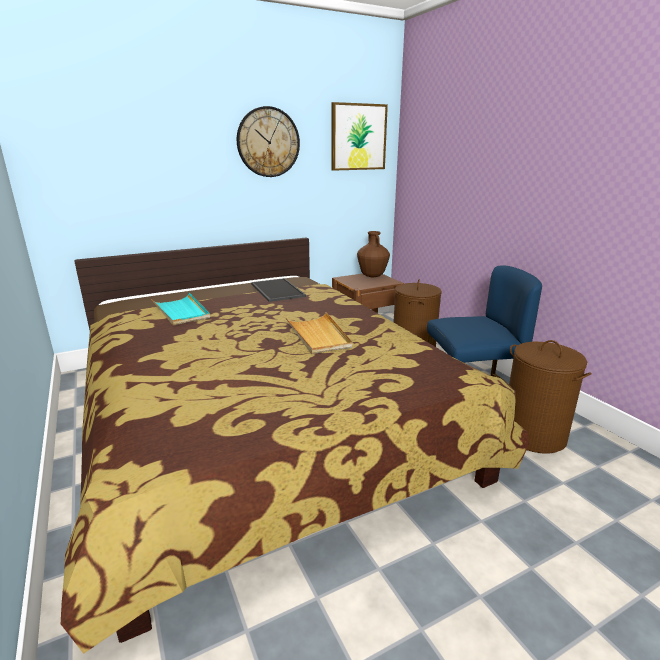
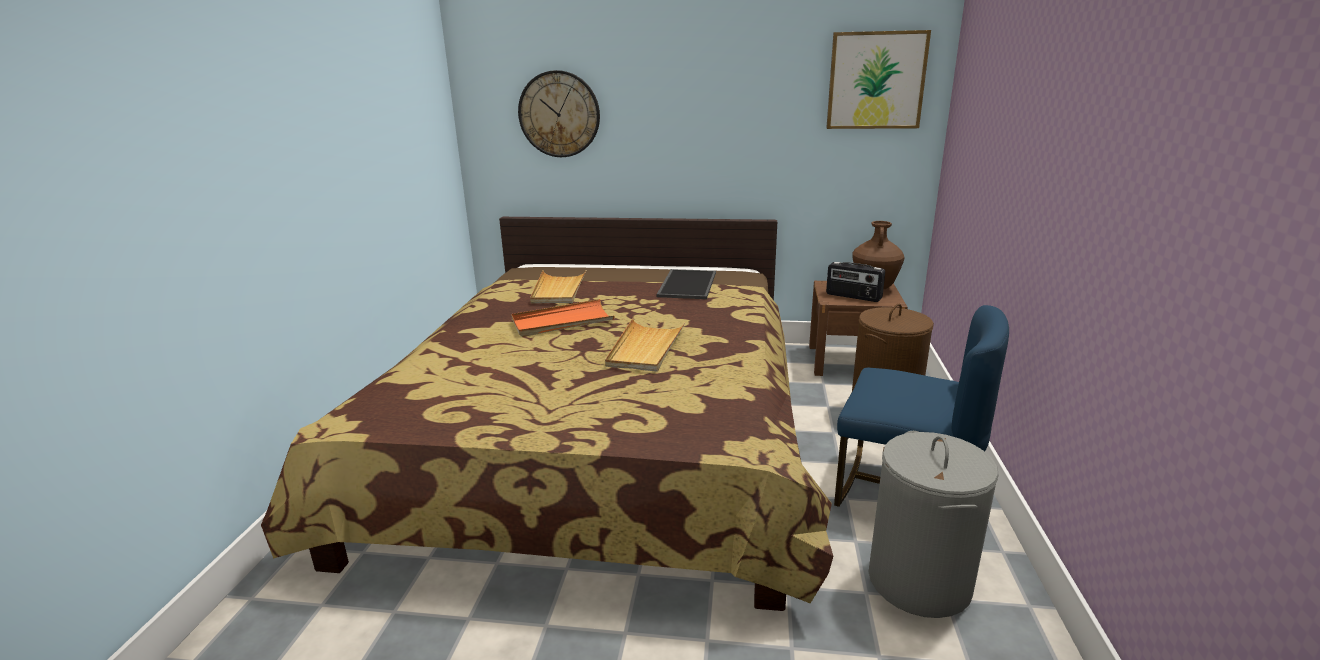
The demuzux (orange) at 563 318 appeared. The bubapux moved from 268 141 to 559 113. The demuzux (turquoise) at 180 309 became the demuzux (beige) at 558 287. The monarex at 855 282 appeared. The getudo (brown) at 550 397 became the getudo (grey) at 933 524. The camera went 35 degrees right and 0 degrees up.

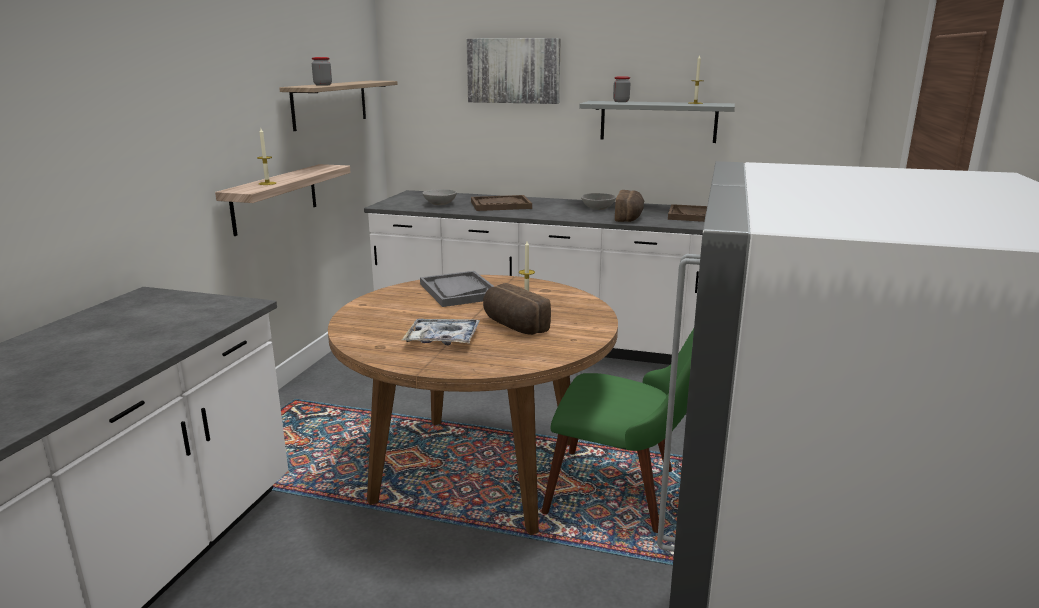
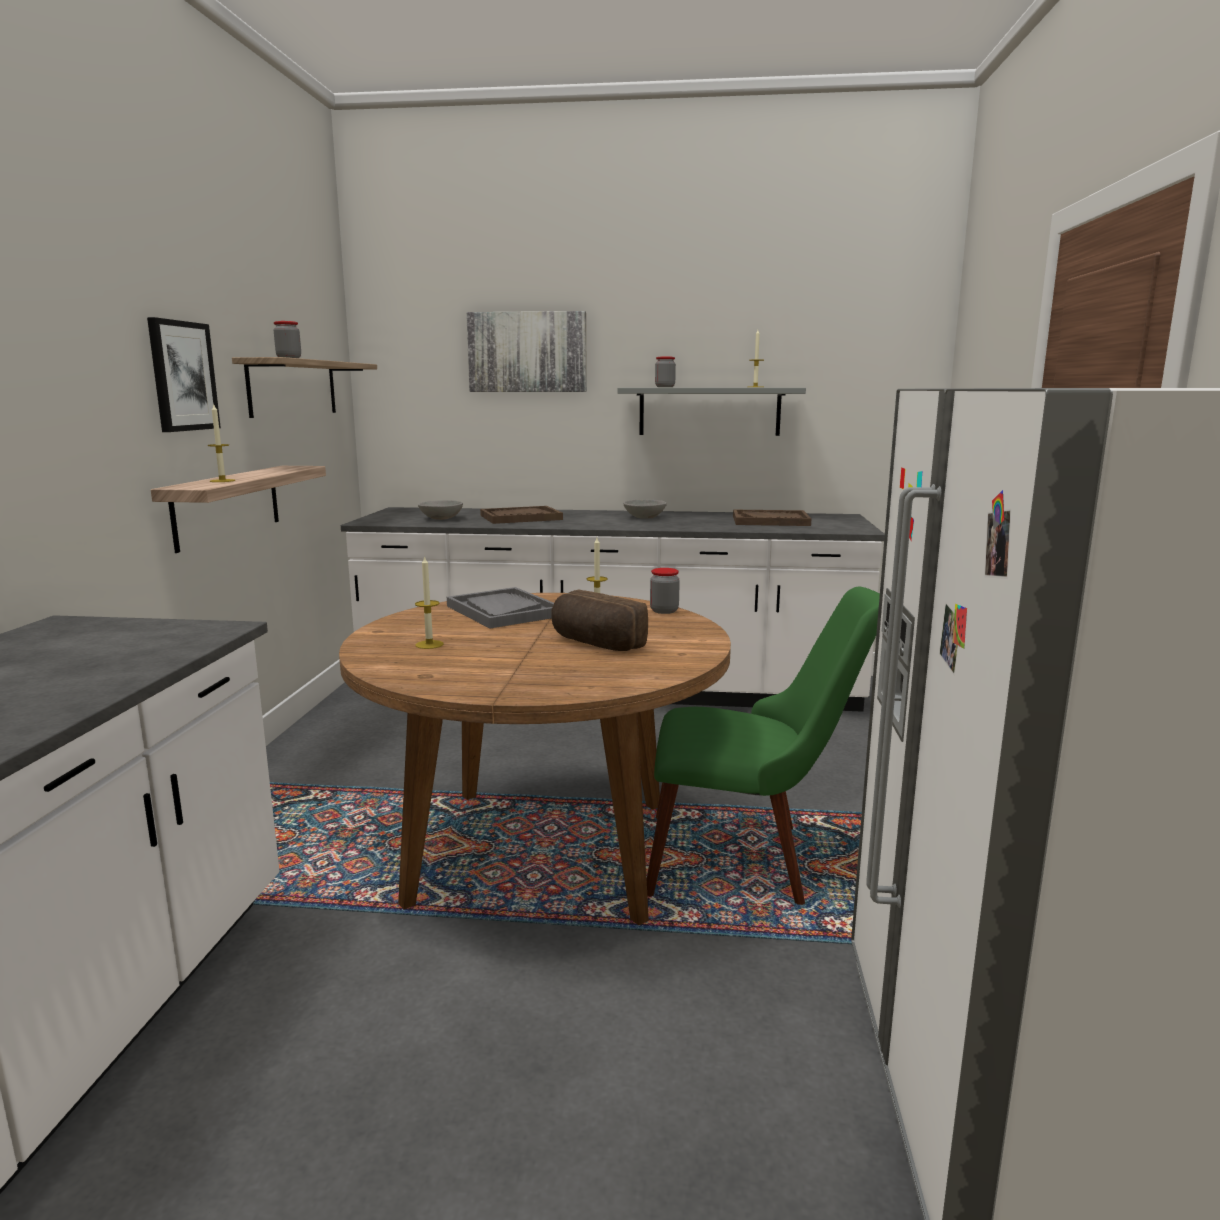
The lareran at 184 374 appeared. The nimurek at 429 602 appeared. The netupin at 665 591 appeared. The demuzux at 441 332 disappeared. The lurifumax at 629 206 disappeared. The camera went 10 degrees left and 5 degrees down.

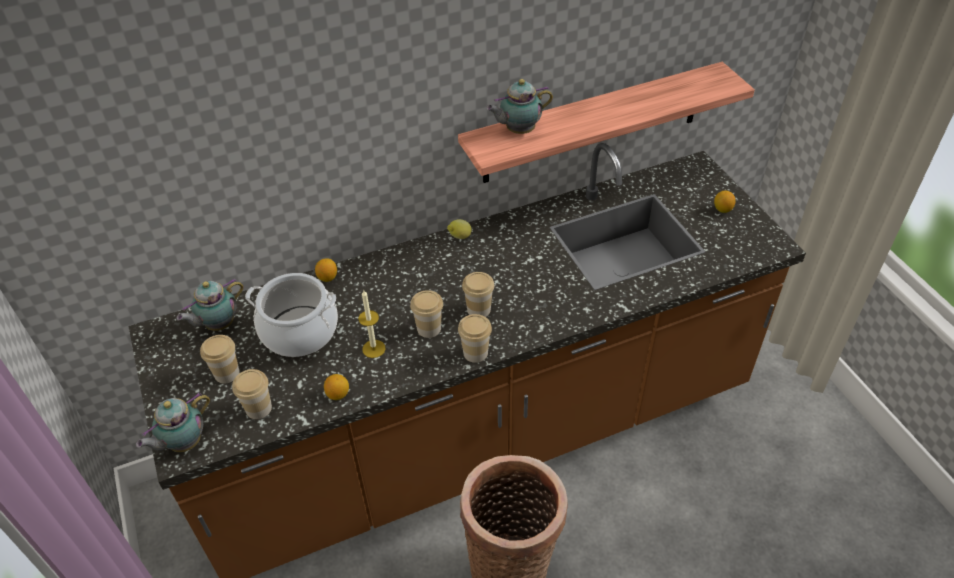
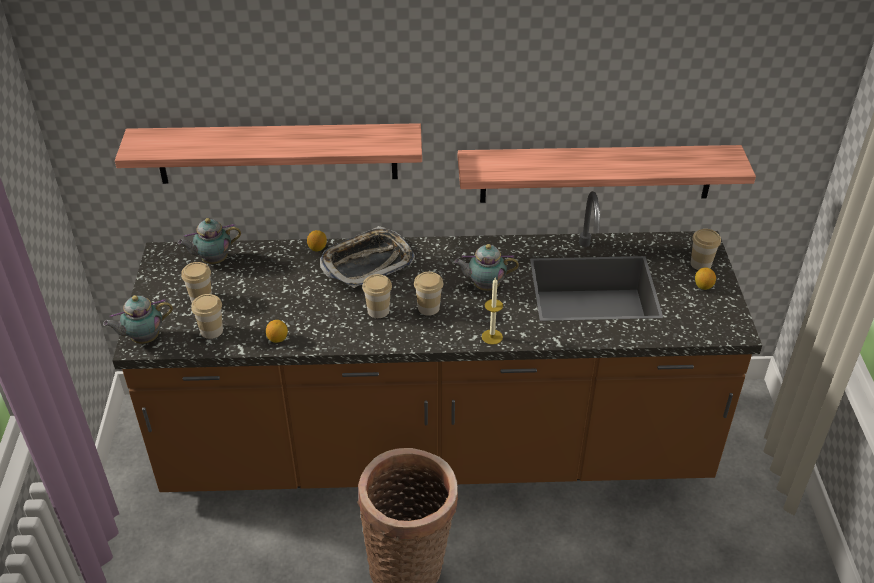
The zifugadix at 268 153 appeared. The demuzux at 367 257 appeared. The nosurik moved from 519 106 to 486 267. The nimurek moved from 371 324 to 492 311. The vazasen moved from 475 338 to 706 249. The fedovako at 291 315 disappeared. The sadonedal at 459 229 disappeared. The camera went 20 degrees right and 5 degrees down.

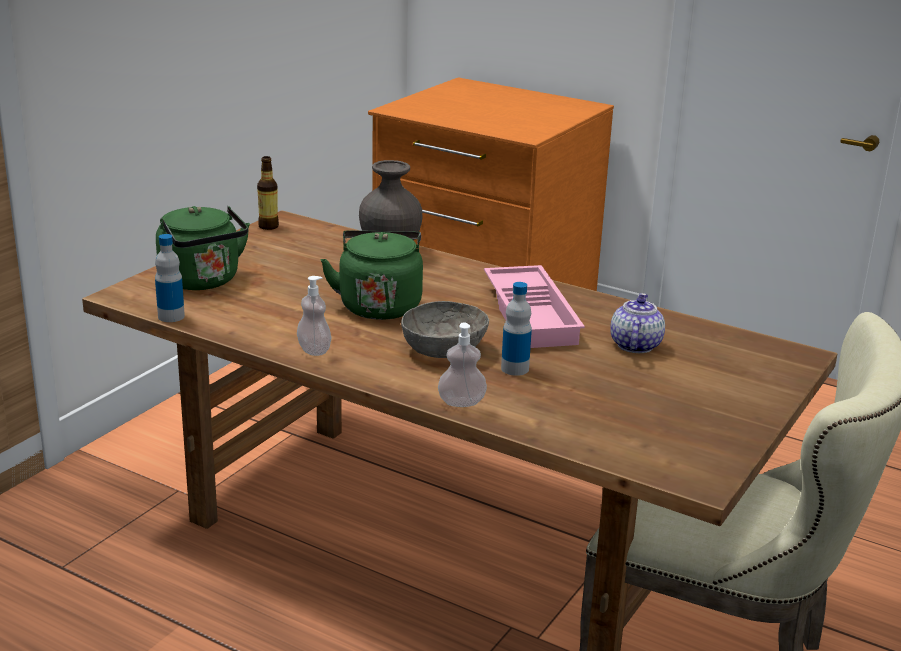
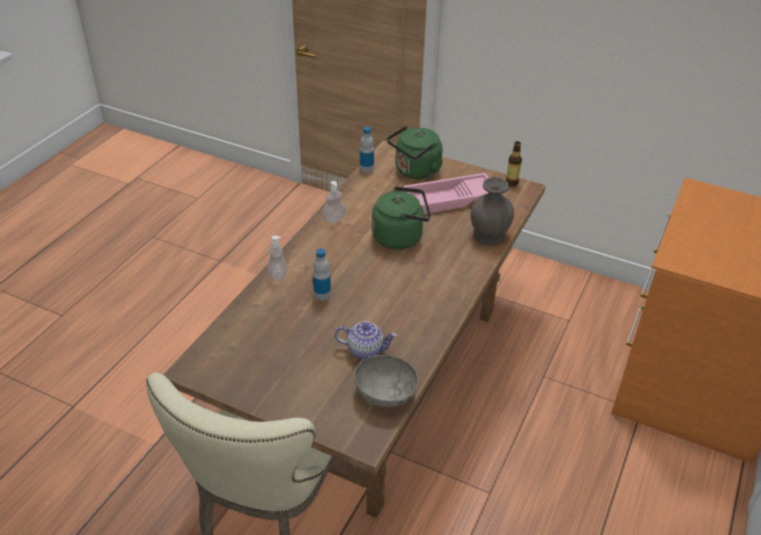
The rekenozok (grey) moved from 445 329 to 386 381. The demuzux (pink) moved from 534 306 to 446 193. The camera went 85 degrees right and 15 degrees up.

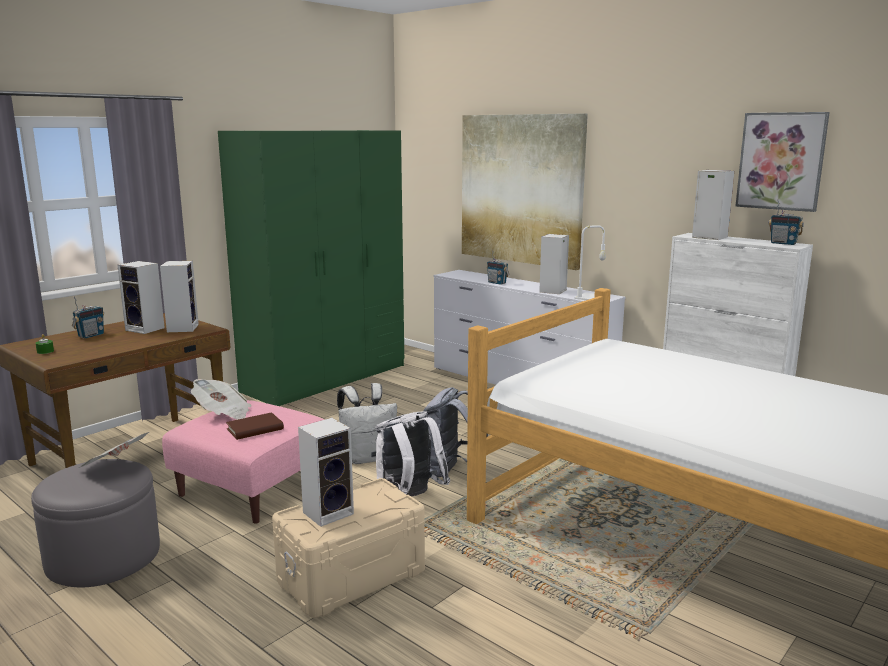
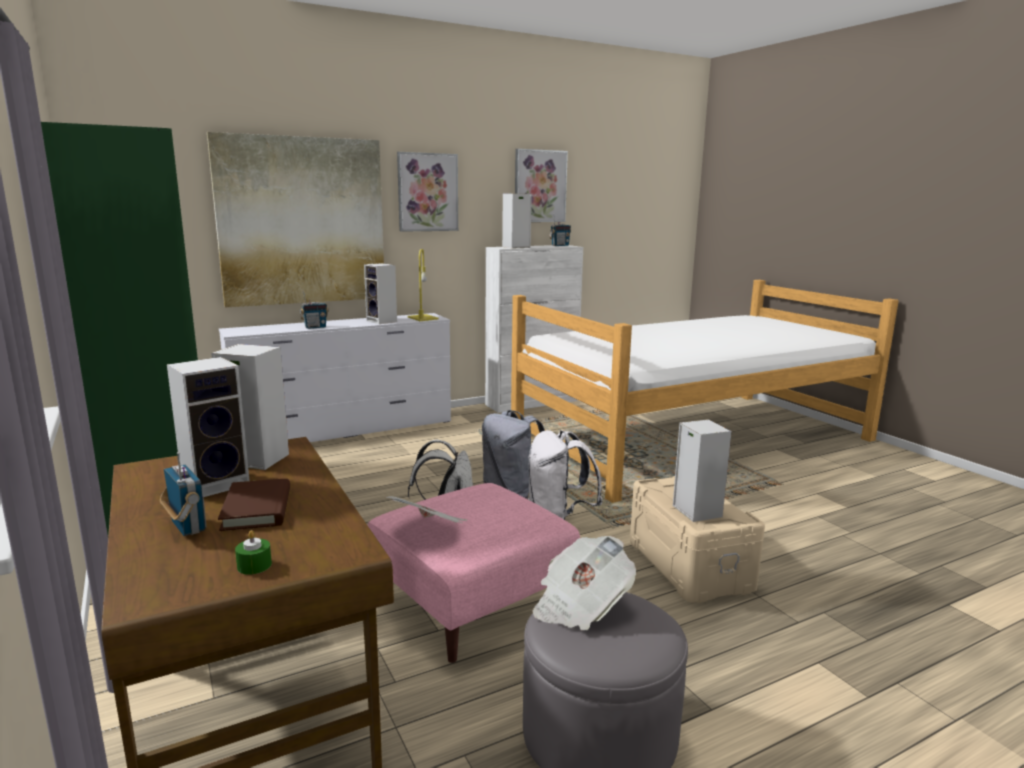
The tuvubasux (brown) moved from 255 426 to 254 505. The lareran at 427 192 appeared. The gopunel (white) at 590 262 became the gopunel (yellow) at 423 285. The camera went 70 degrees left and 0 degrees up.

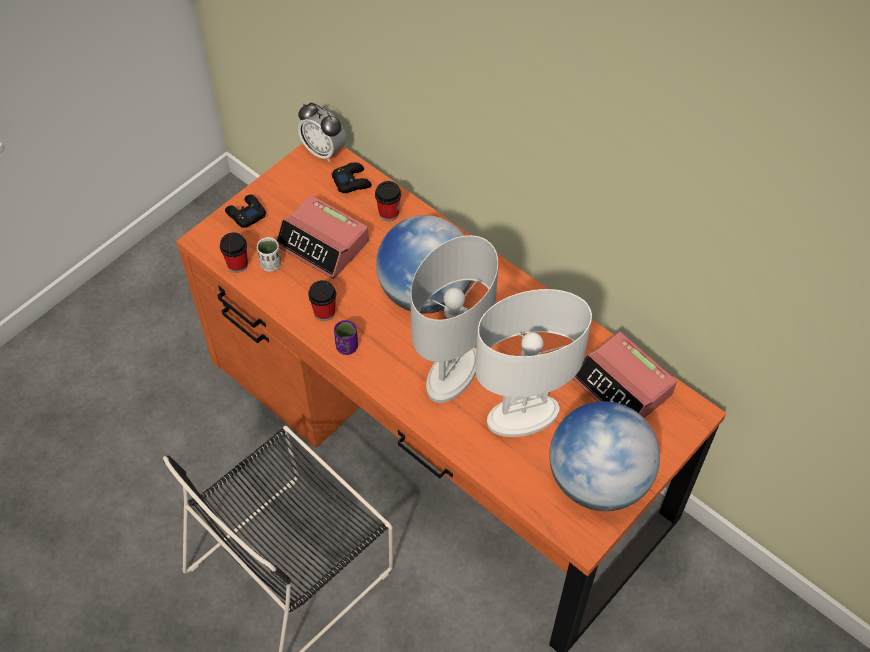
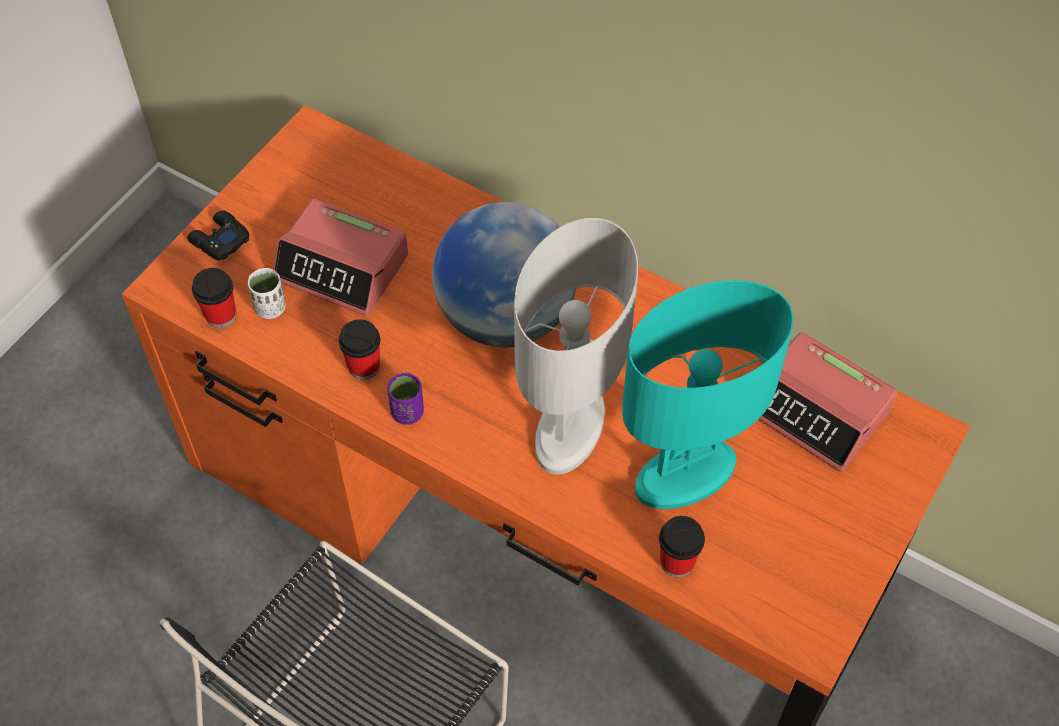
The gopunel (white) at 533 363 became the gopunel (turquoise) at 708 394. The vazasen moved from 388 201 to 682 547. The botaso at 322 132 disappeared. The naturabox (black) at 352 177 disappeared. The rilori at 604 456 disappeared. The camera went 10 degrees left and 0 degrees up.

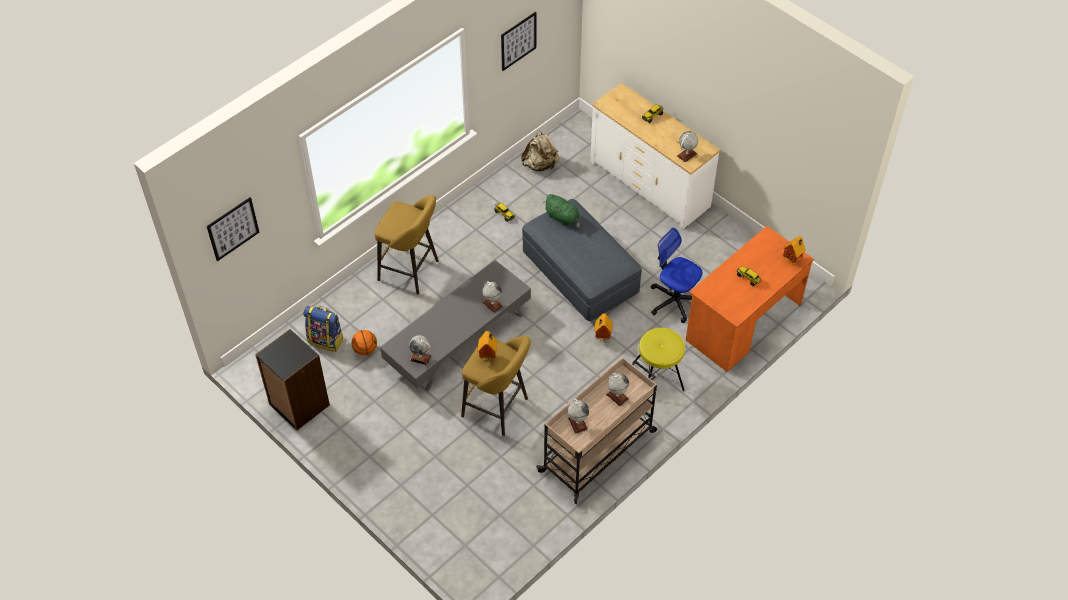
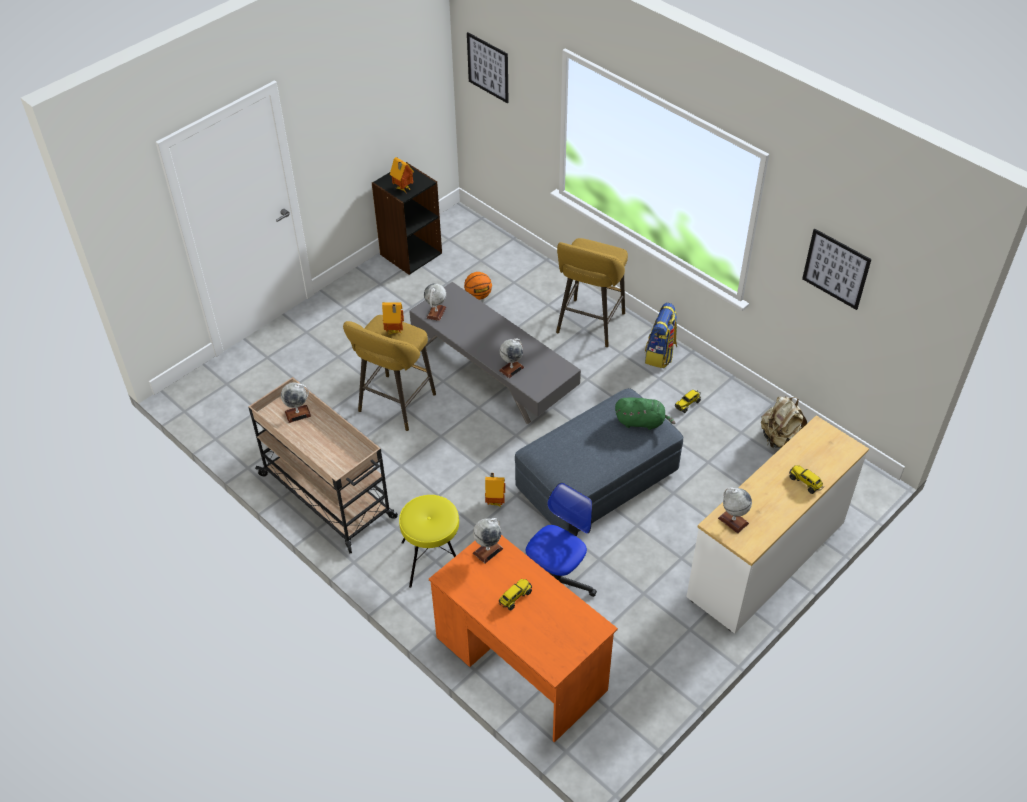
The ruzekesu moved from 794 250 to 402 175. The rilori moved from 617 389 to 488 541. The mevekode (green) at 561 211 turned 120 degrees counterclockwise. The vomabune moved from 323 329 to 661 335. The camera went 90 degrees right and 5 degrees down.

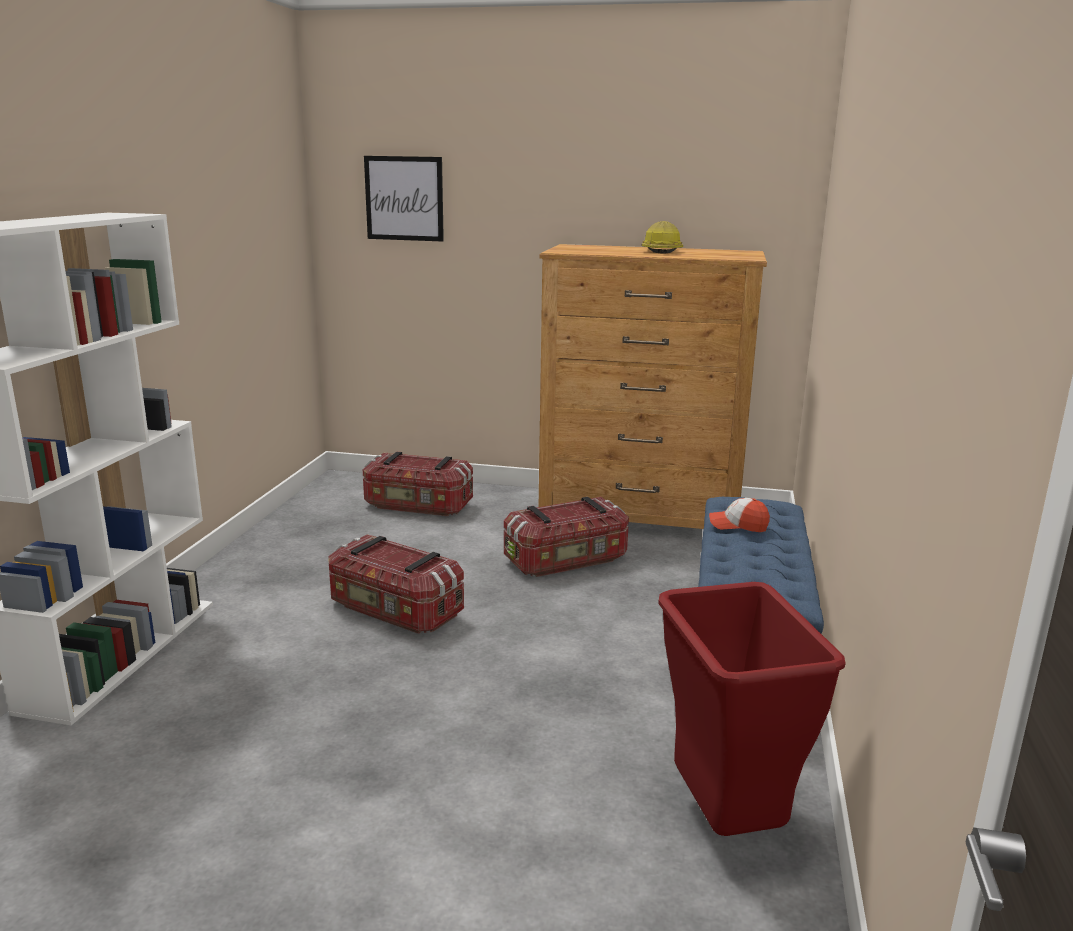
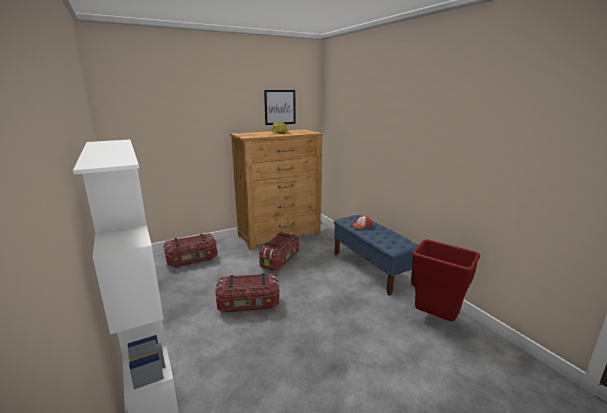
The lareran moved from 404 199 to 279 107. The camera went 40 degrees left and 0 degrees up.

